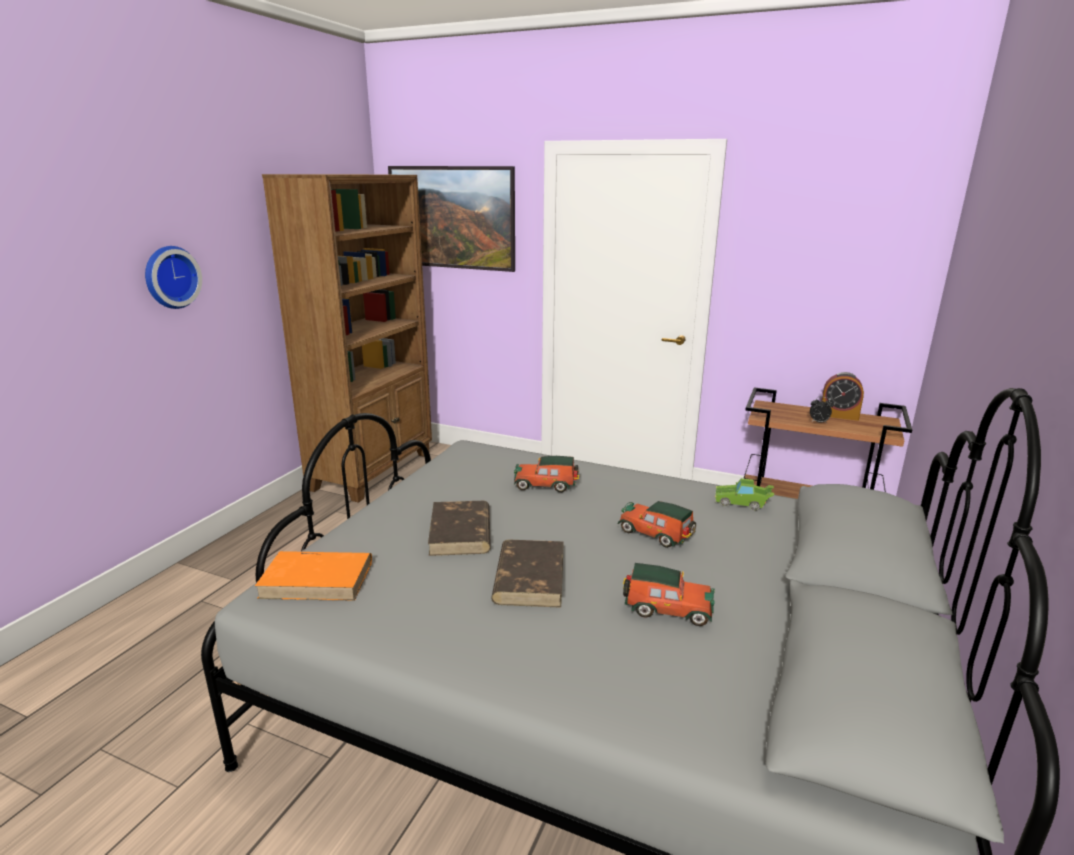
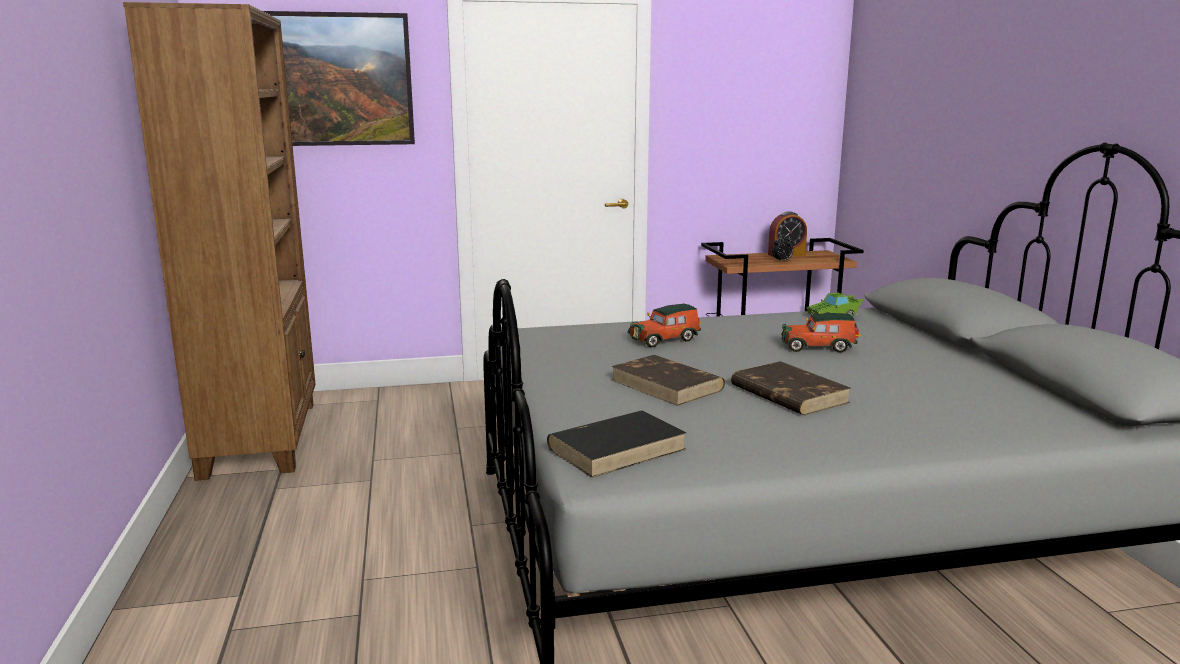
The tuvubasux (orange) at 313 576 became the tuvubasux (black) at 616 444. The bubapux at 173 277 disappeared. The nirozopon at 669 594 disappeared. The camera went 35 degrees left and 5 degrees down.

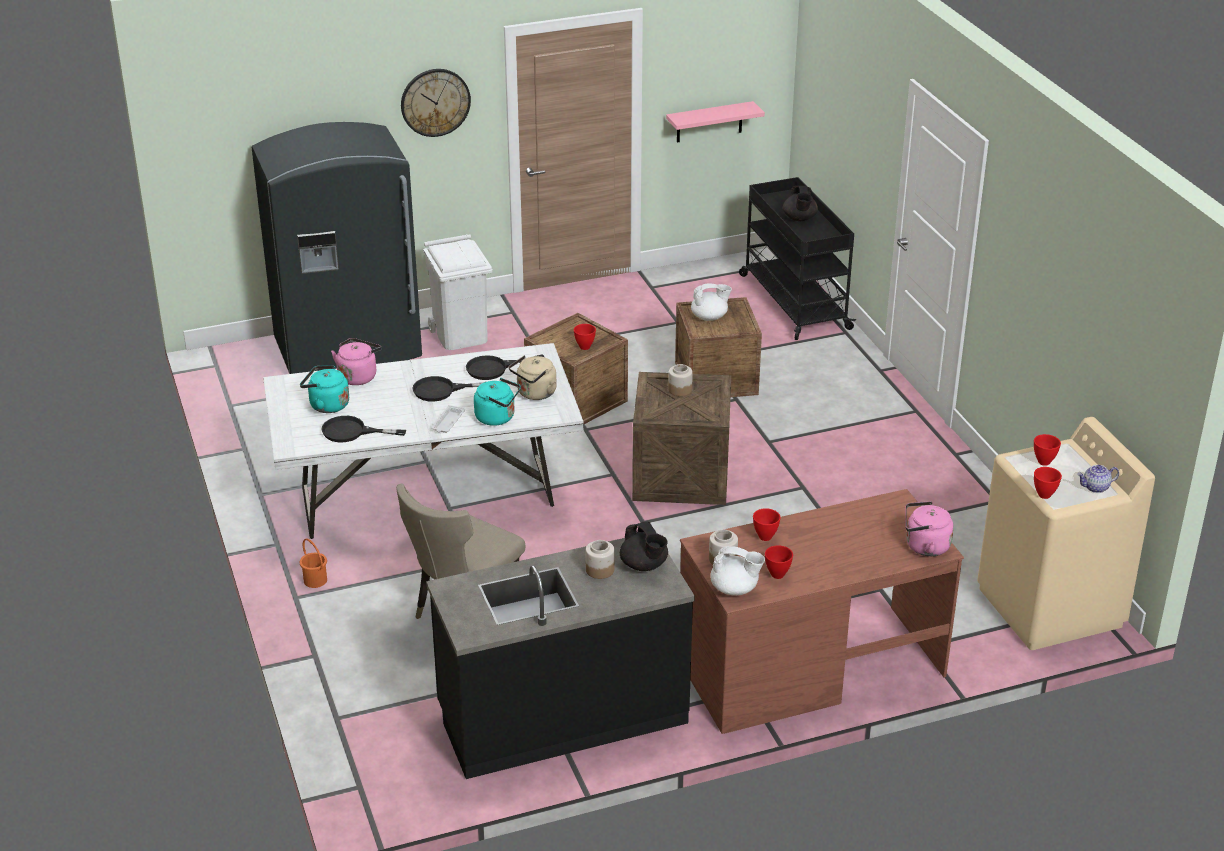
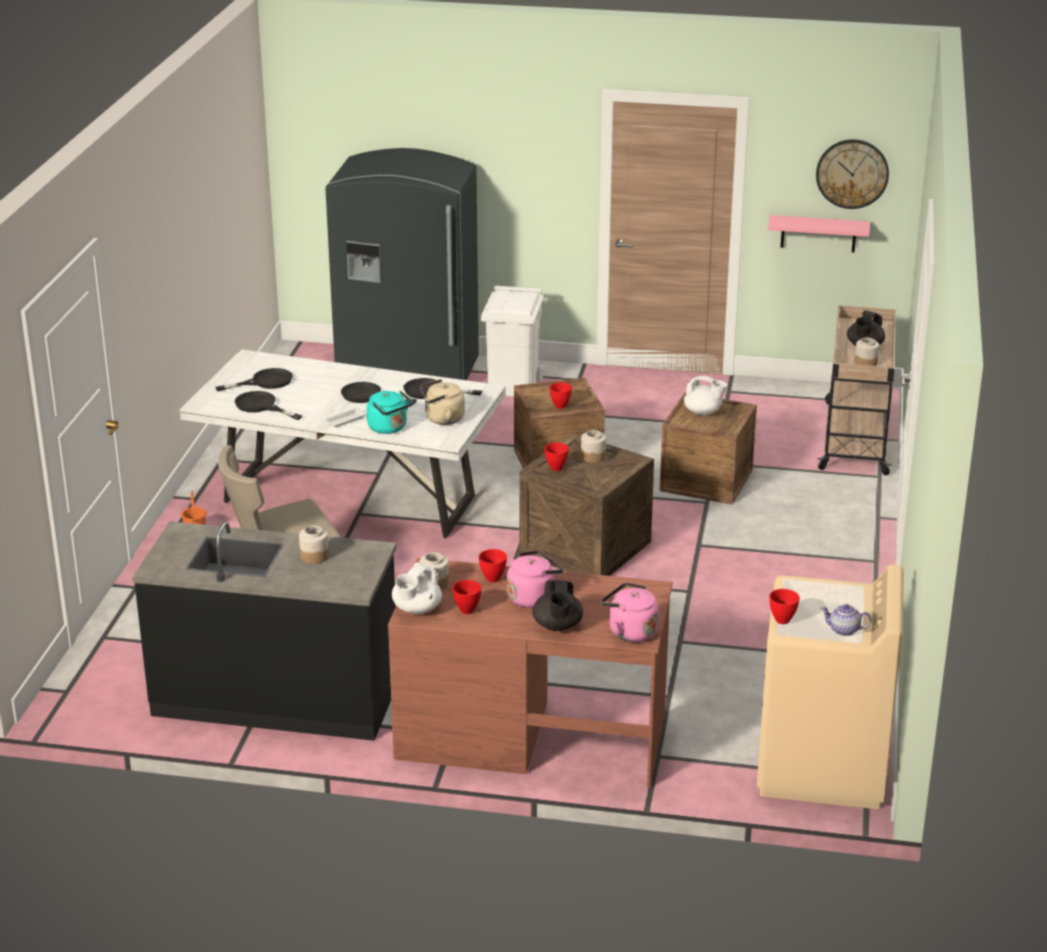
The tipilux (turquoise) at 324 389 was replaced by the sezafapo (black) at 254 379. The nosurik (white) at 737 571 turned 75 degrees clockwise. The tipilux (pink) moved from 356 361 to 535 579. The nosurik (black) moved from 644 546 to 557 605. The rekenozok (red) moved from 1047 450 to 556 456. The bubapux moved from 436 103 to 852 174. The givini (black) at 797 258 became the givini (beige) at 856 390. The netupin at 866 352 appeared. The camera went 30 degrees right and 5 degrees down.

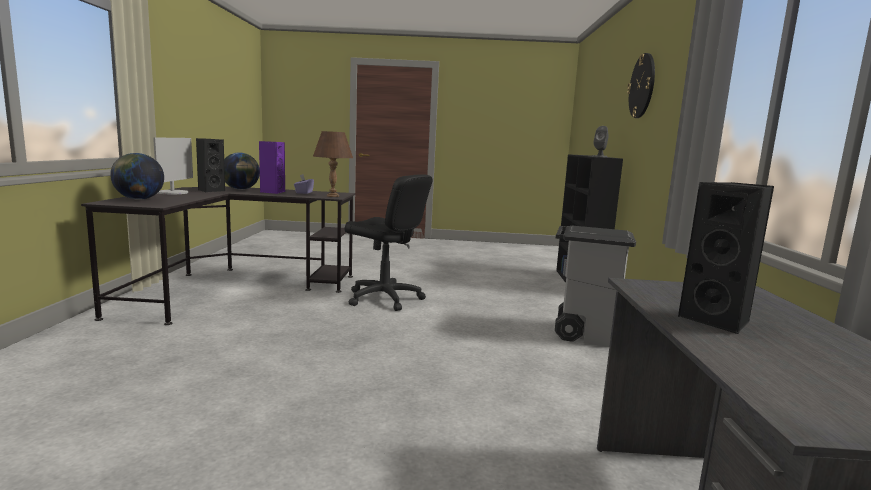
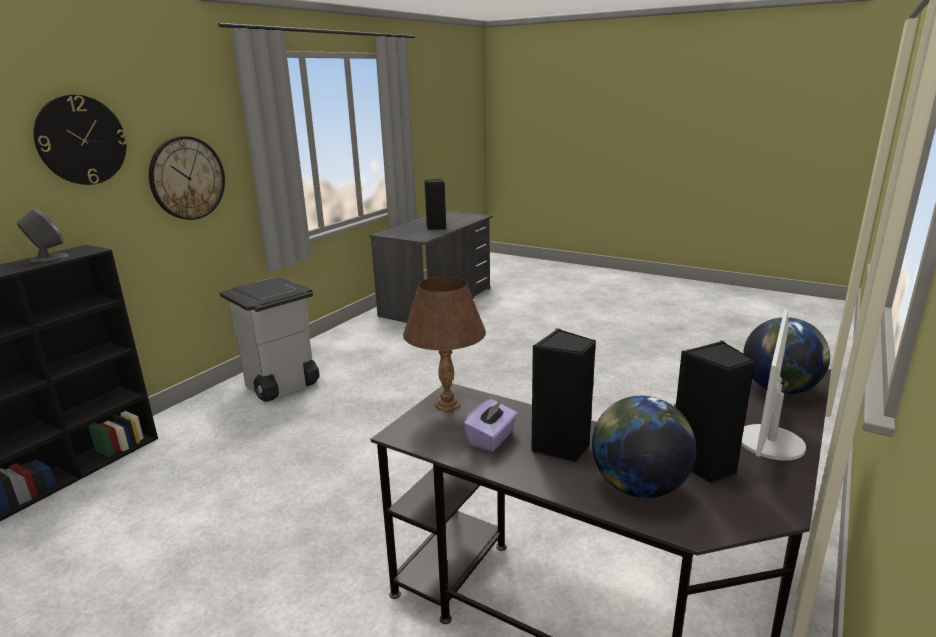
The bubapux at 187 178 appeared. The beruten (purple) at 272 167 became the beruten (black) at 563 395. The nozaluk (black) at 389 242 disappeared. The camera went 150 degrees left and 10 degrees up.

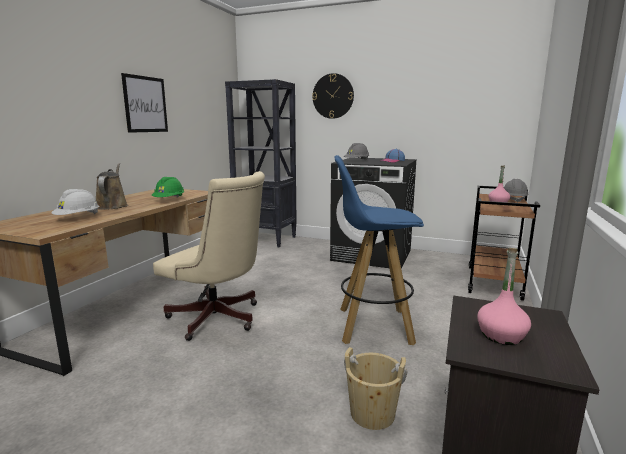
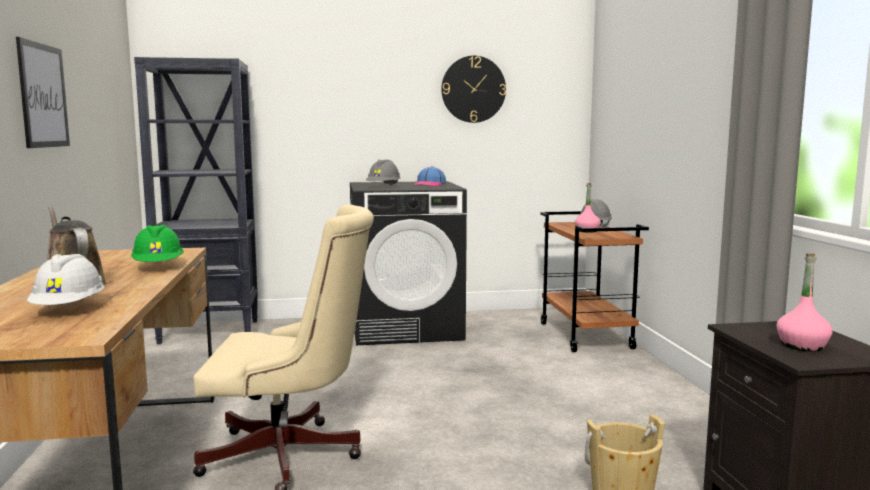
The bubapux moved from 333 96 to 473 89. The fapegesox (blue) at 379 250 disappeared. The camera went 30 degrees left and 5 degrees down.

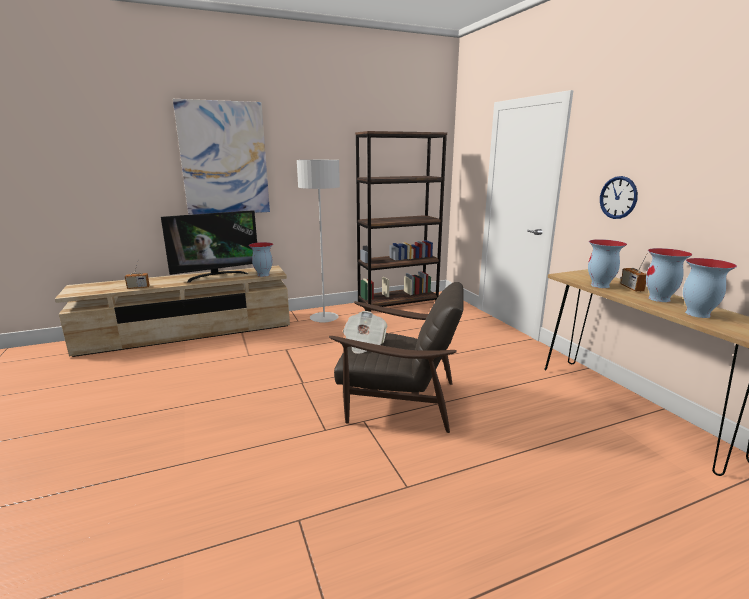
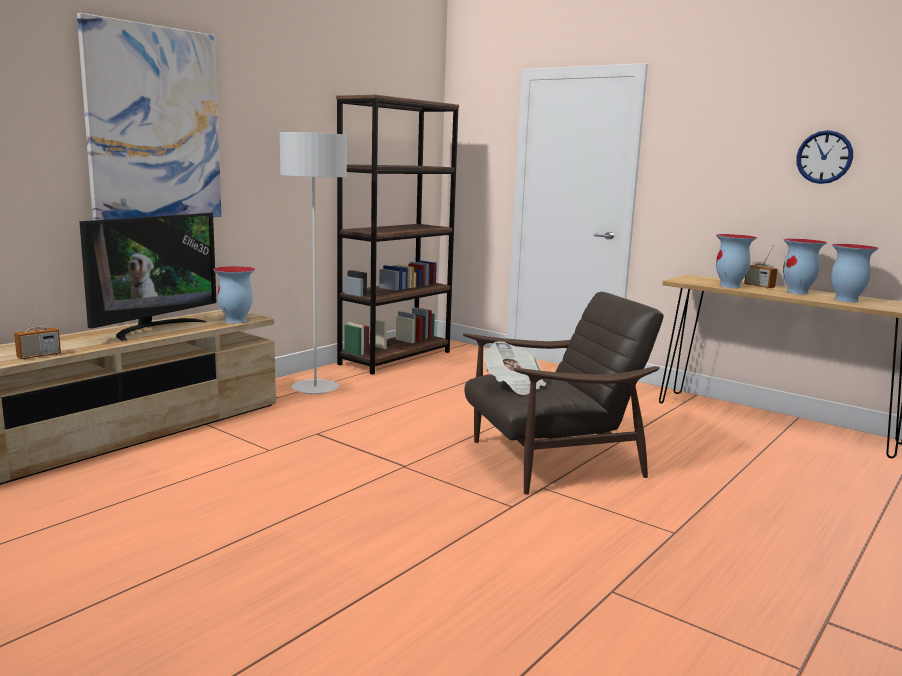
The bubapux moved from 619 197 to 824 157. The camera went 30 degrees left and 5 degrees down.

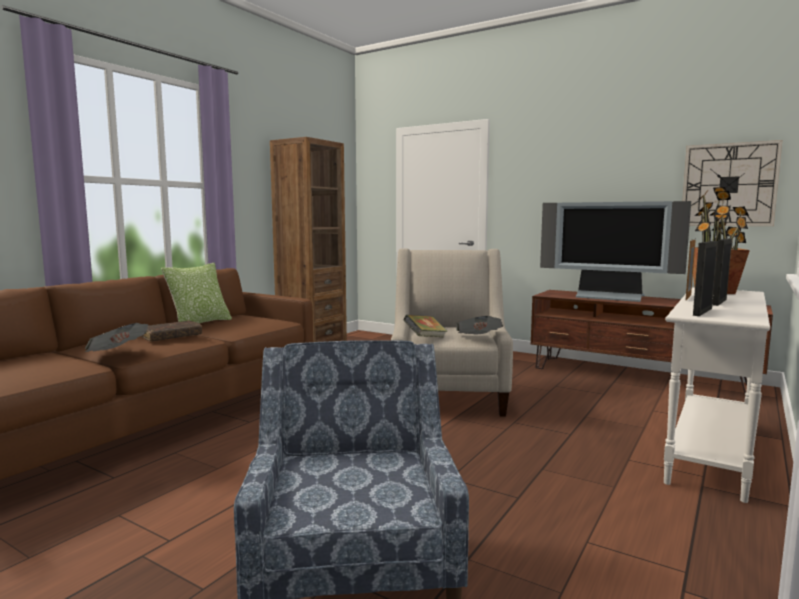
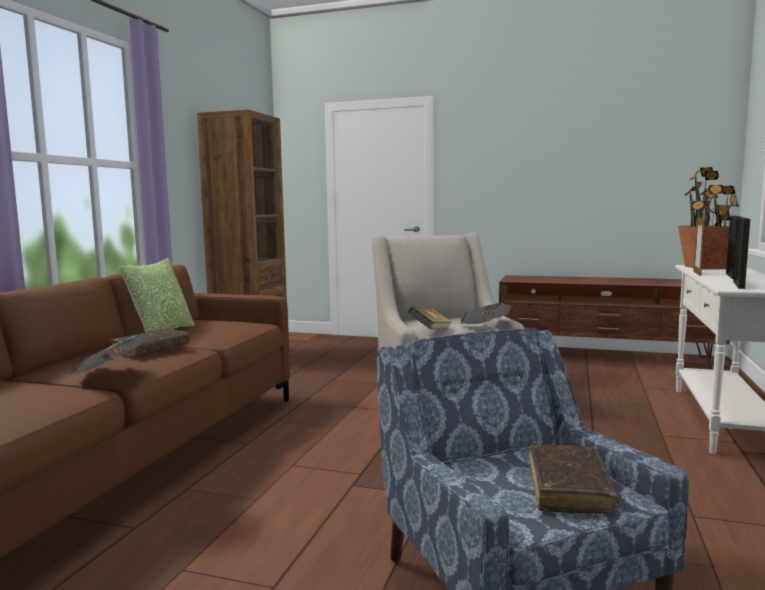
The tuvubasux (brown) at 574 479 appeared. The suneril at 615 251 disappeared. The bubapux at 732 183 disappeared. The camera went 15 degrees left and 0 degrees up.

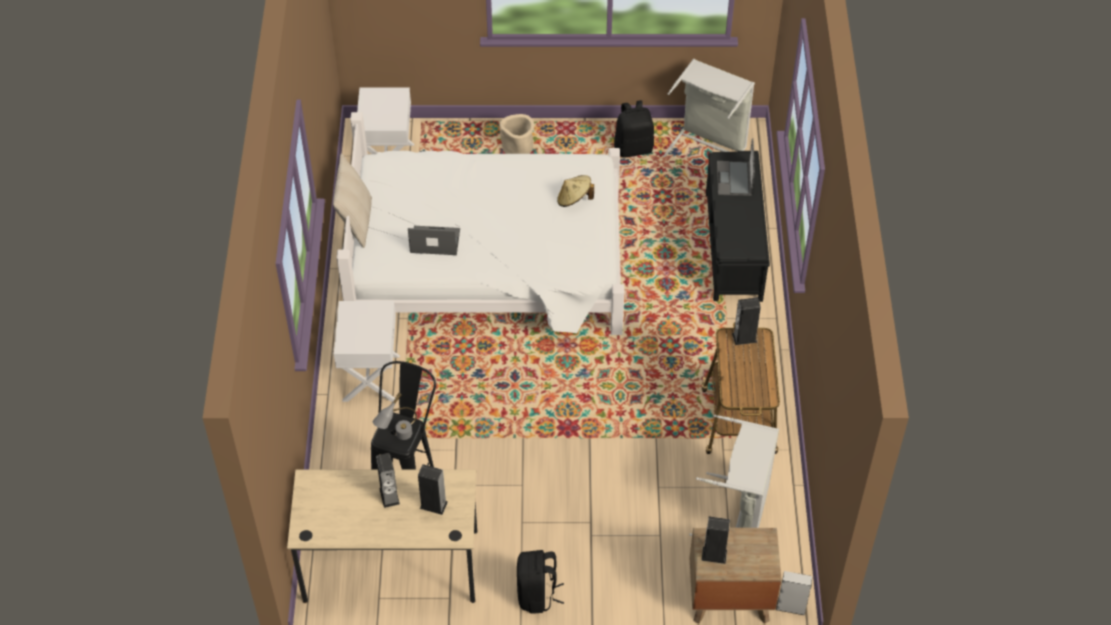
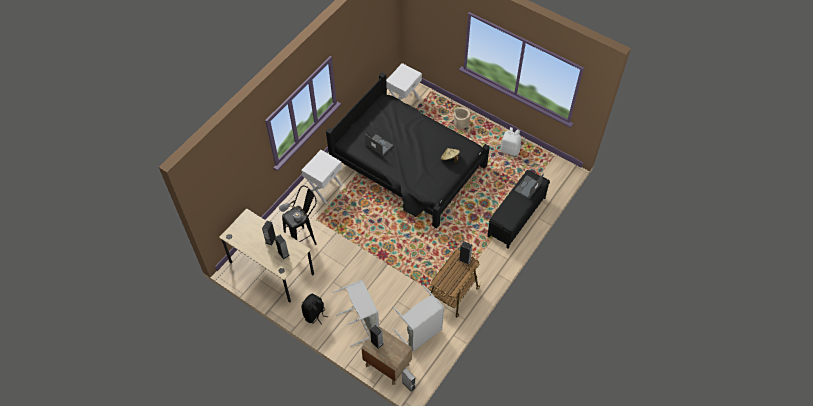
The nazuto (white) at 480 223 became the nazuto (black) at 408 150. The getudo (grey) moved from 709 108 to 355 313. The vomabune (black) at 634 129 became the vomabune (white) at 510 141. The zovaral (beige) at 352 200 disappeared. The camera went 35 degrees right and 5 degrees up.

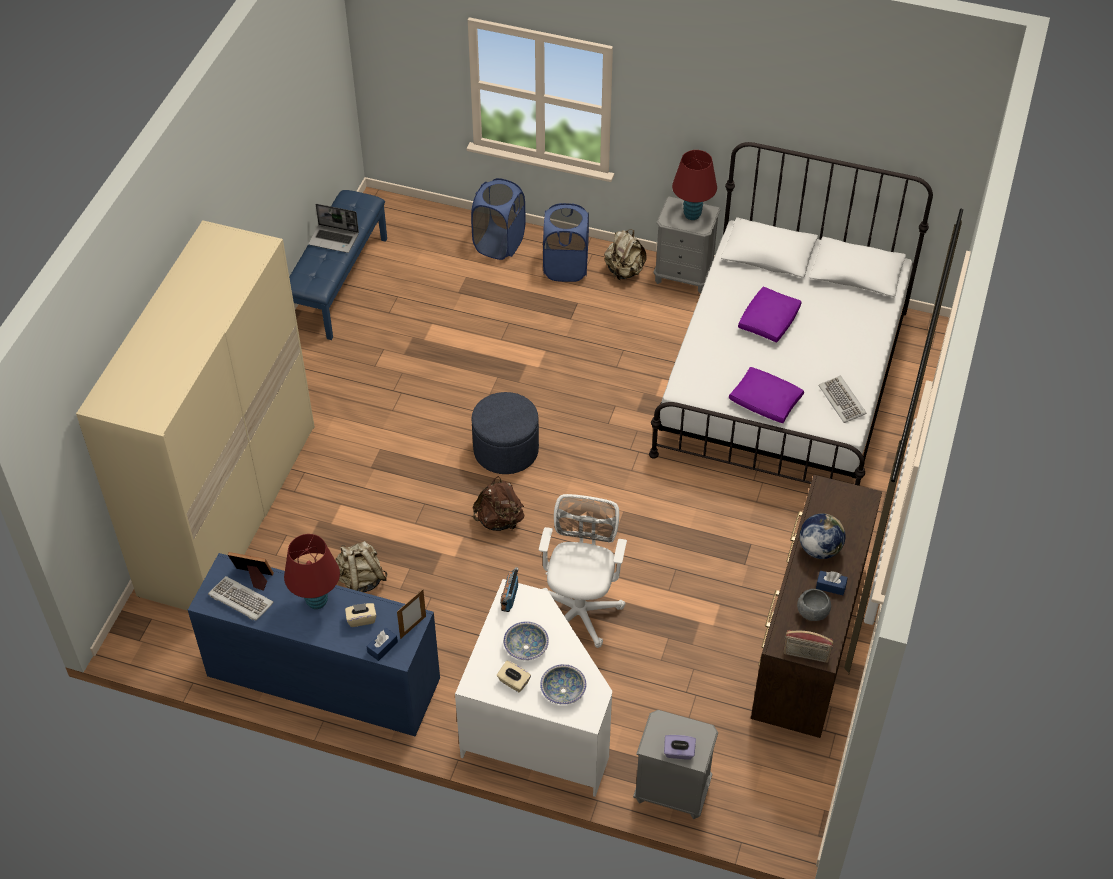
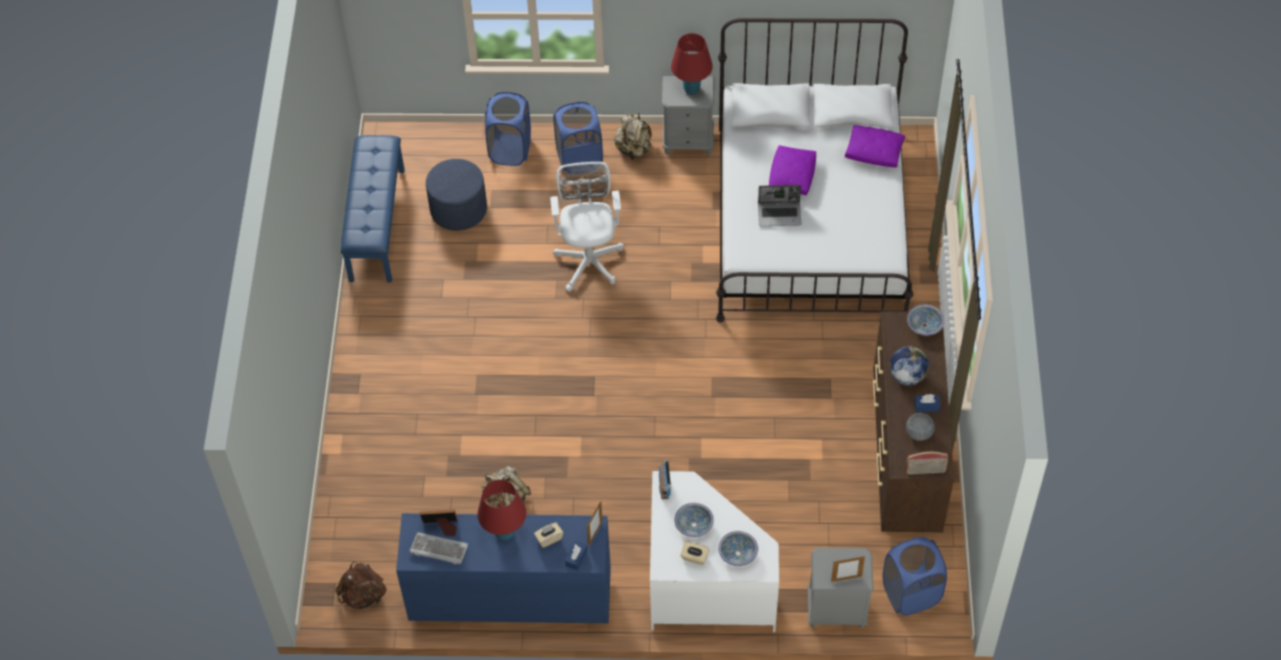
The vomabune (brown) moved from 499 503 to 361 585. The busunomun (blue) moved from 505 433 to 456 195. The nozaluk (white) moved from 583 571 to 587 227. The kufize moved from 333 228 to 779 205. The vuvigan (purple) at 680 747 was replaced by the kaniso at 848 569. The zovaral (purple) moved from 766 395 to 875 146. The getudo (blue) at 915 576 appeared. The rekenozok at 926 319 appeared. The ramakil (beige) at 195 415 disappeared. The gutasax at 842 399 disappeared. The camera went 15 degrees left and 5 degrees up.

